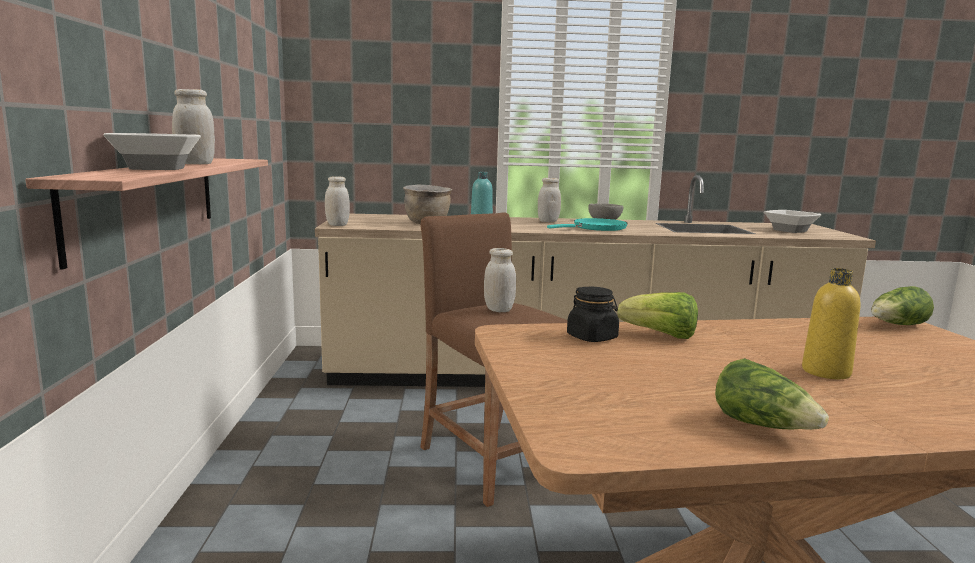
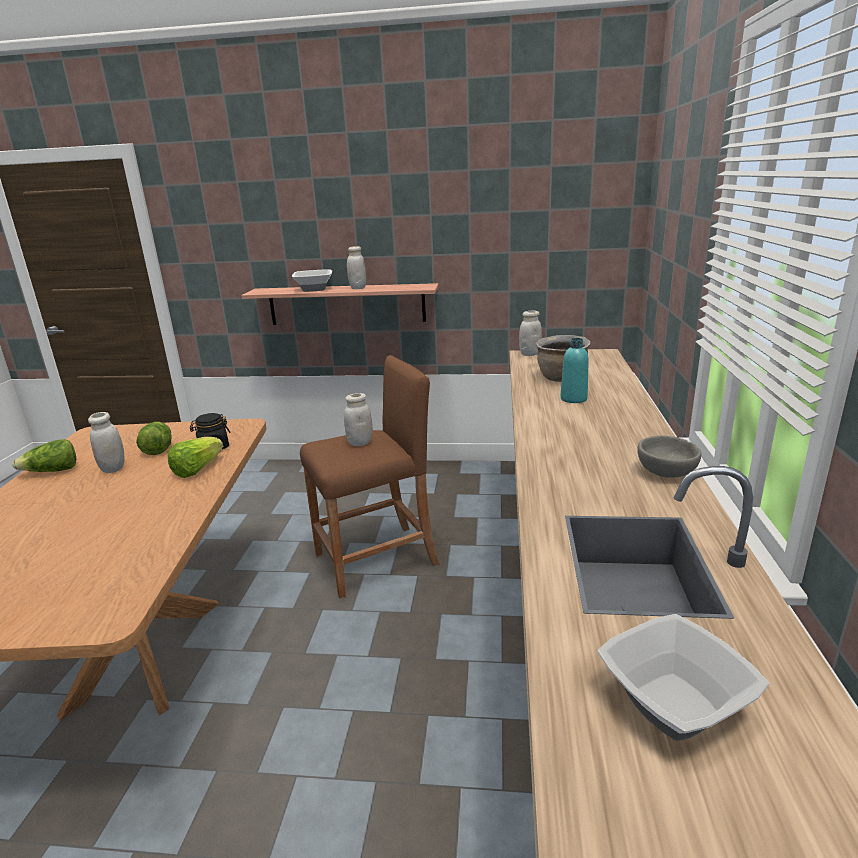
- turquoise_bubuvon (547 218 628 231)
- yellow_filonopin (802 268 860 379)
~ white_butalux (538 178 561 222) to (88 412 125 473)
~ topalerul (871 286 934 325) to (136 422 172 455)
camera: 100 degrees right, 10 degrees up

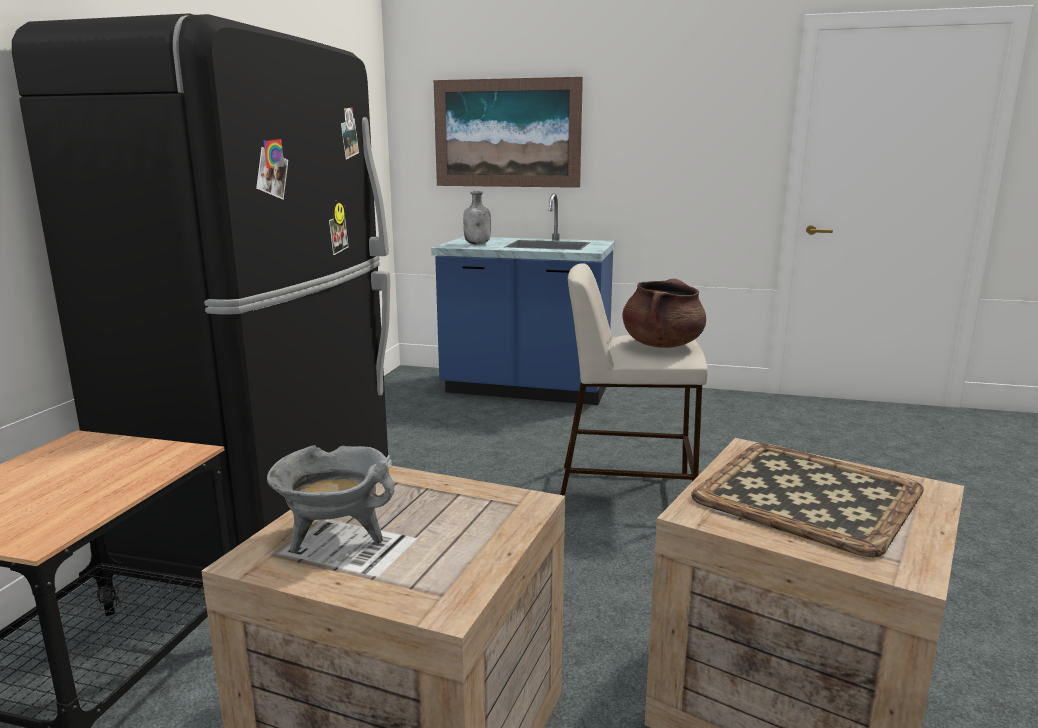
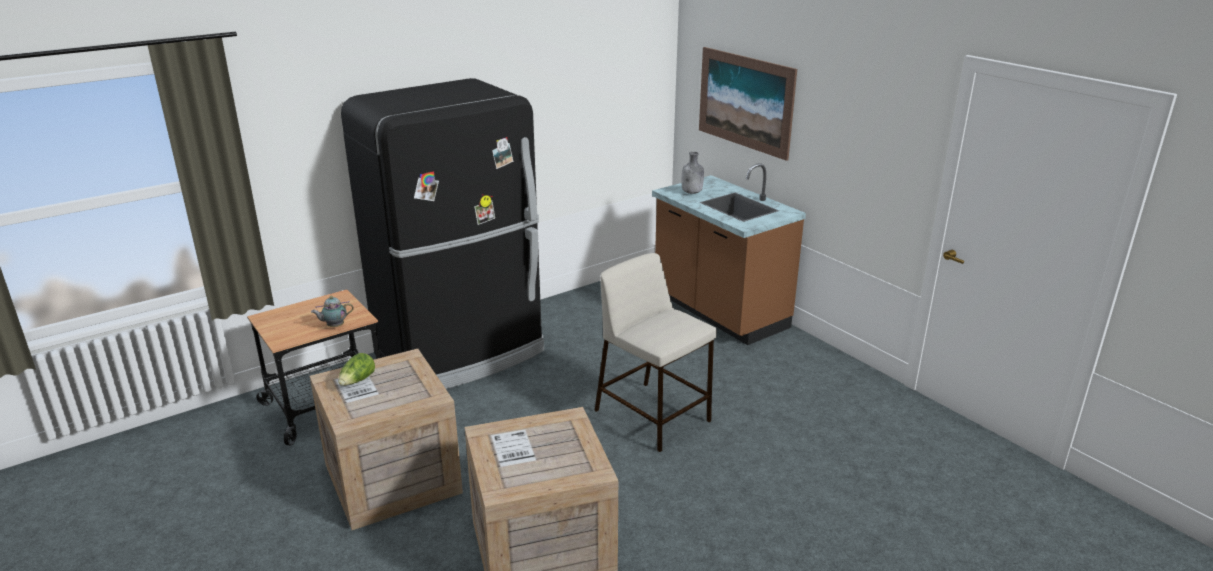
- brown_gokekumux (622 279 706 348)
- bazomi (691 443 924 557)
+ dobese (311 296 354 327)
~ grey_gokekumux (267 445 395 553) to topalerul (338 353 375 386)
~ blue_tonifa (431 193 615 405) to brown_tonifa (652 163 806 345)
camera: 40 degrees right, 10 degrees up

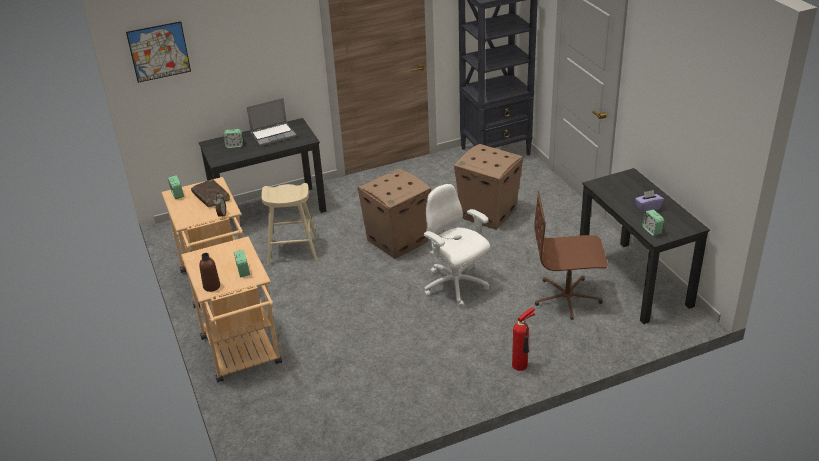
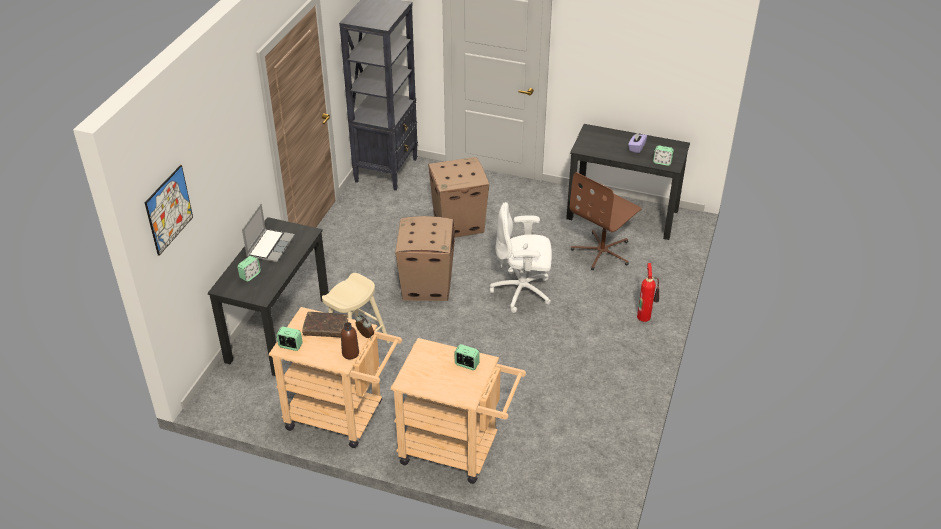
~ brown_filonopin (199 253 220 292) to (341 322 359 359)
camera: 50 degrees left, 5 degrees up

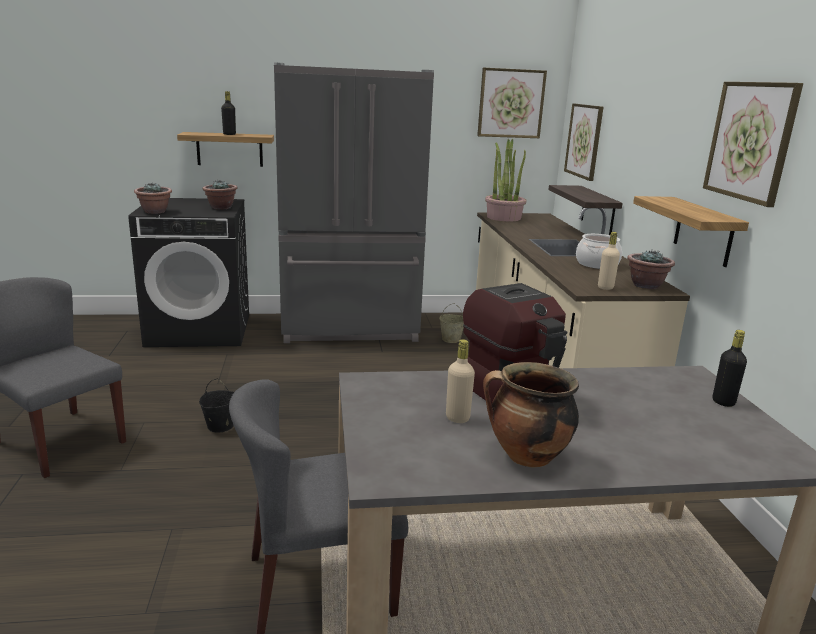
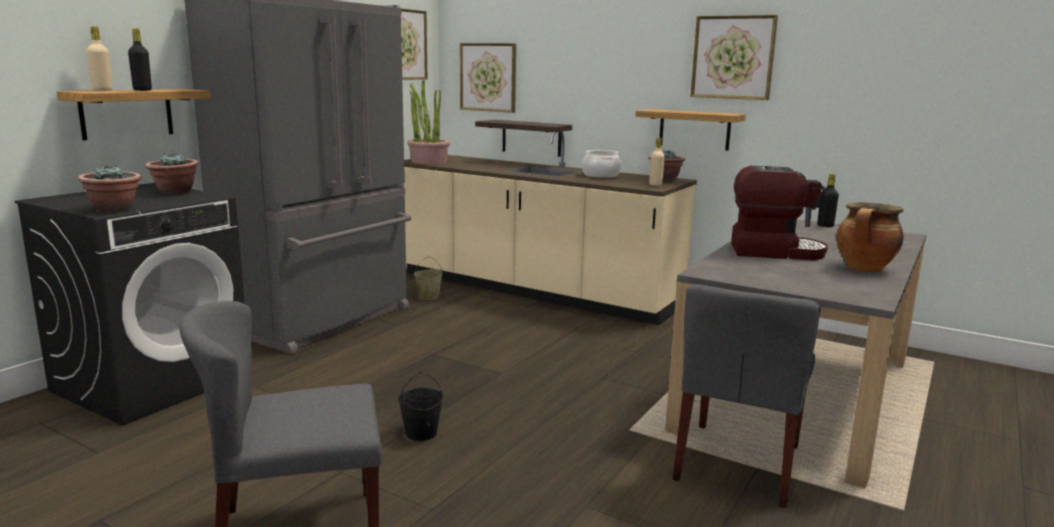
~ beige_filonopin (446 339 475 423) to (86 27 113 91)
camera: 50 degrees left, 5 degrees down

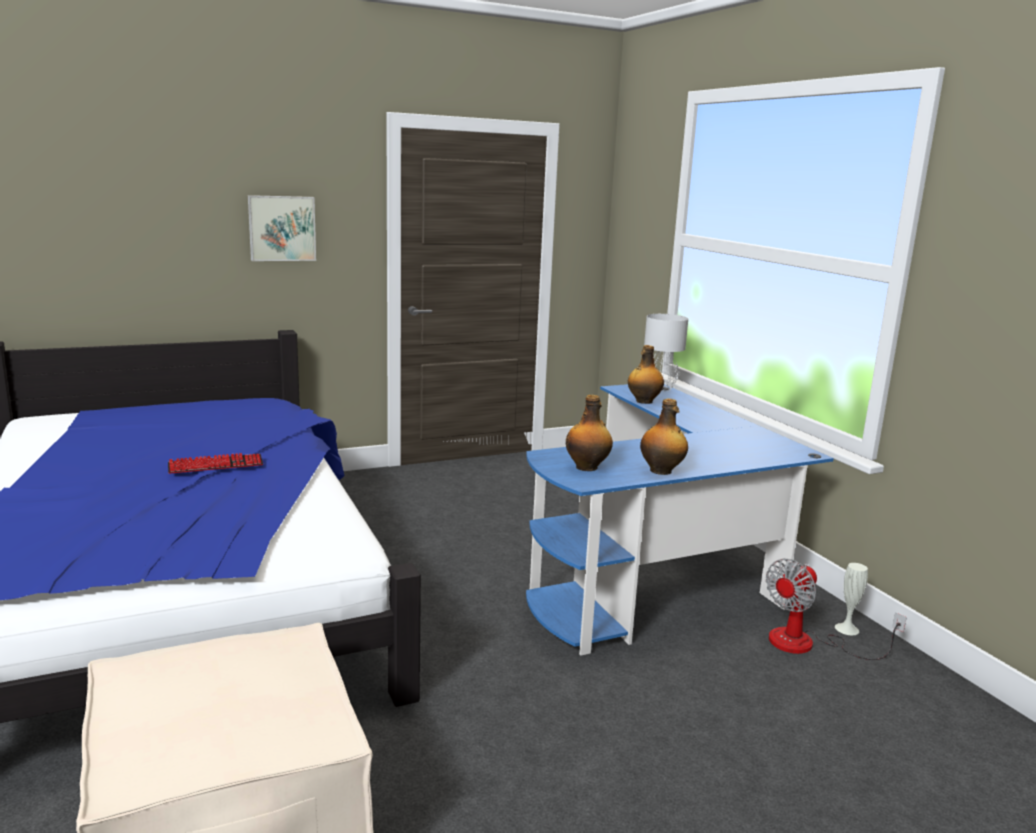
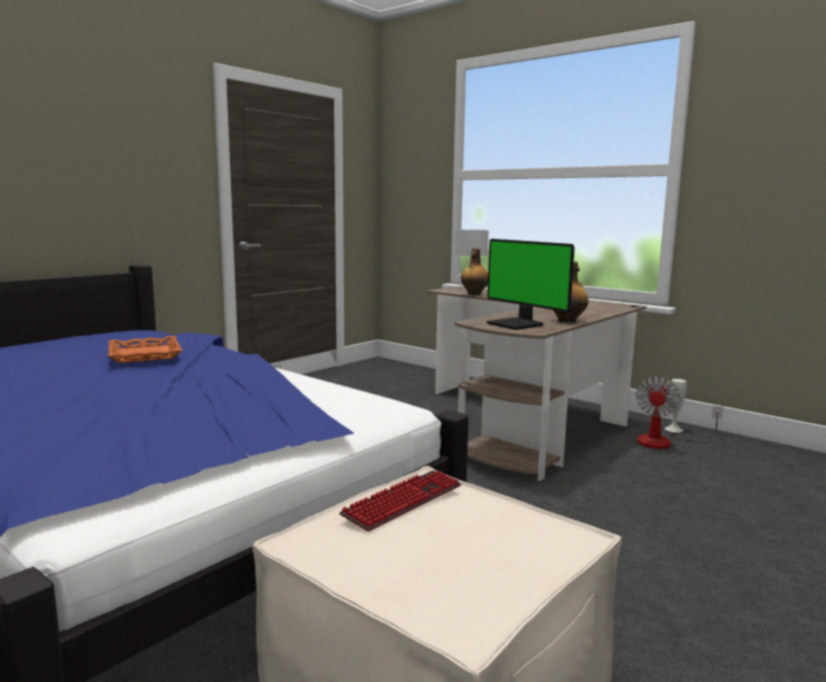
- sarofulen (248 195 316 261)
+ orange_bazomi (108 336 182 363)
~ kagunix (168 453 263 474) to (339 471 461 532)
~ filonopin (566 395 613 471) to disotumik (486 239 575 330)
~ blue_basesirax (526 384 834 656) to brown_basesirax (427 286 647 481)
camera: 25 degrees left, 5 degrees down

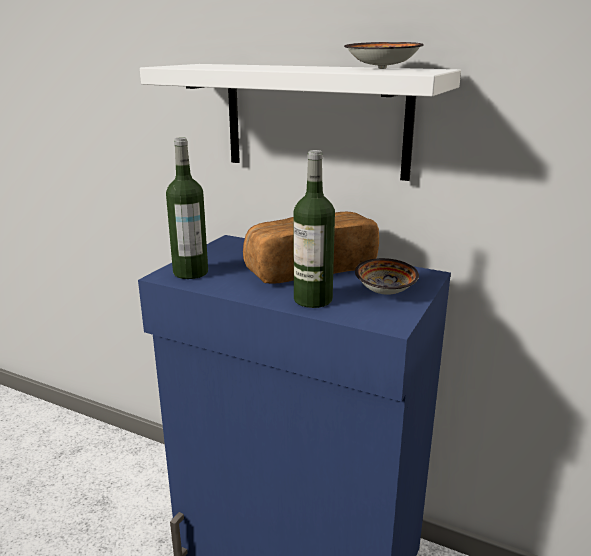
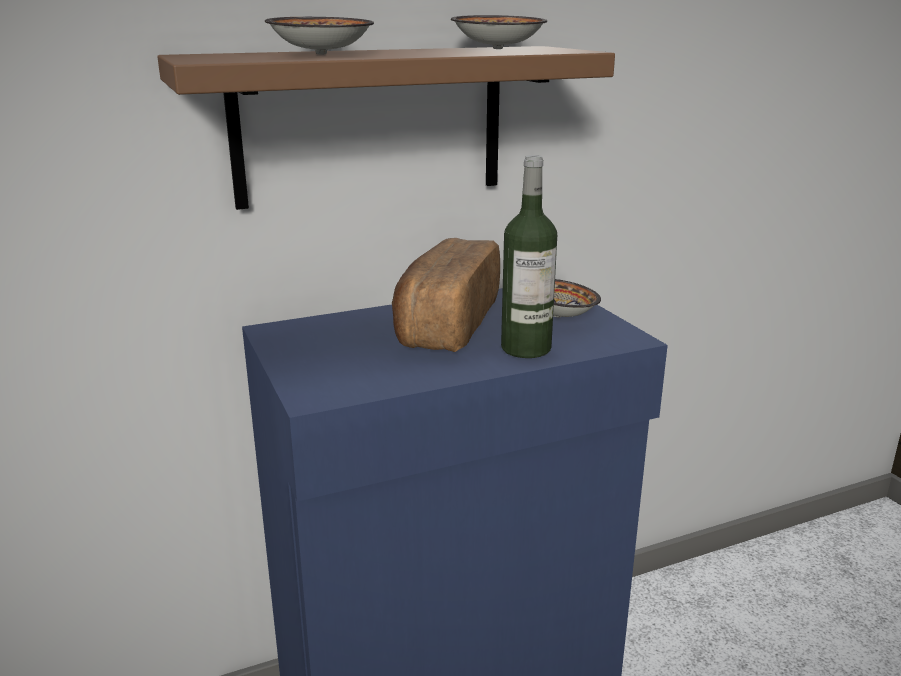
- filonopin (166 137 208 279)
+ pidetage (265 17 374 55)
~ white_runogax (140 64 461 181) to brown_runogax (157 46 615 210)
camera: 50 degrees left, 0 degrees up

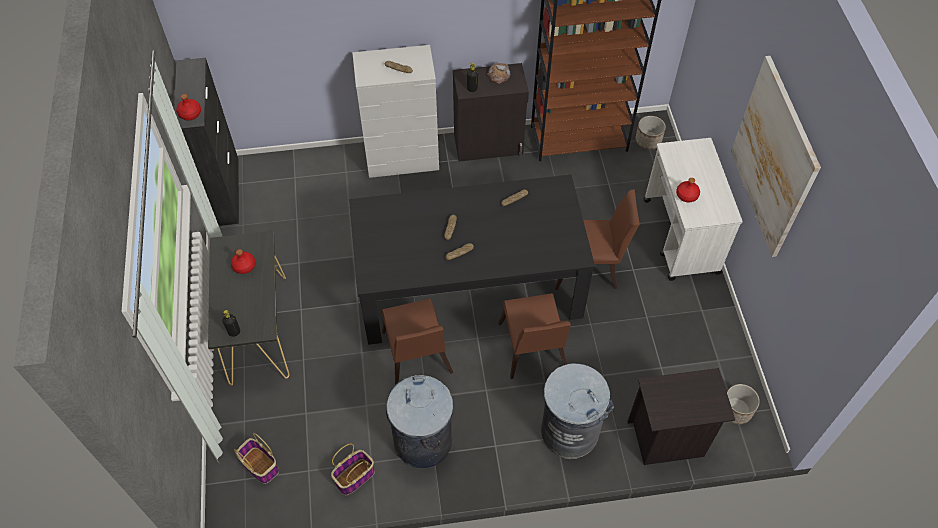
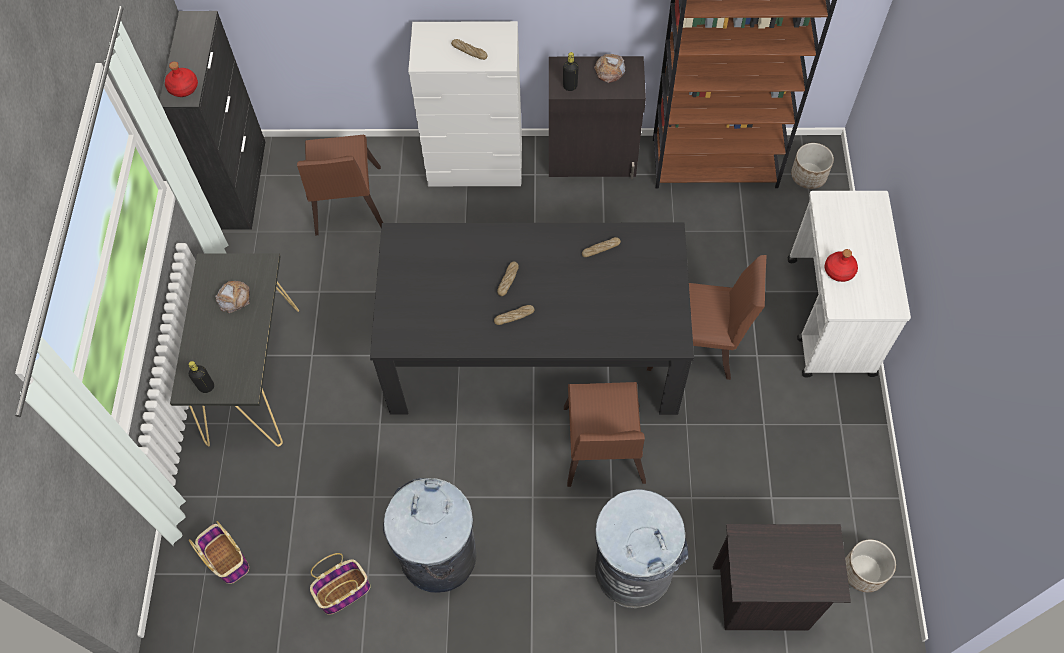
- sarofulen (731 56 821 257)
~ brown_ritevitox (381 298 453 384) to (297 135 383 236)
~ red_filonopin (231 249 256 274) to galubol (215 281 250 313)
camera: 10 degrees right, 5 degrees up

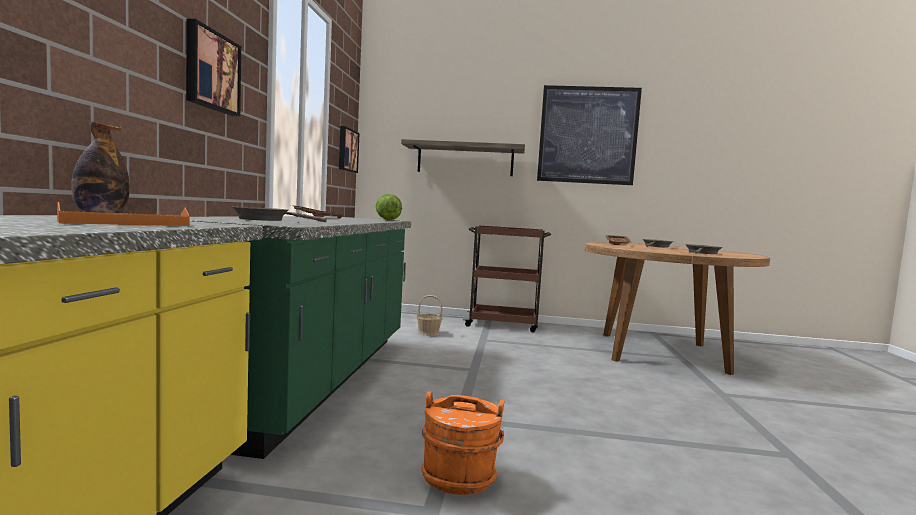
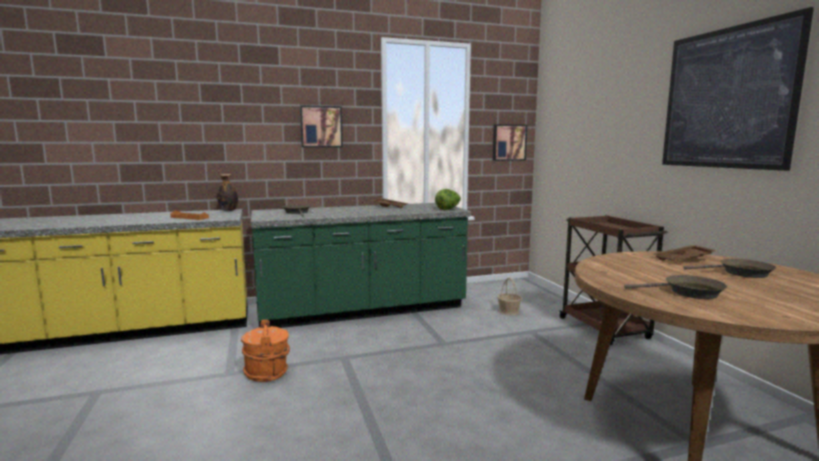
- runogax (401 139 525 176)
camera: 65 degrees right, 5 degrees up

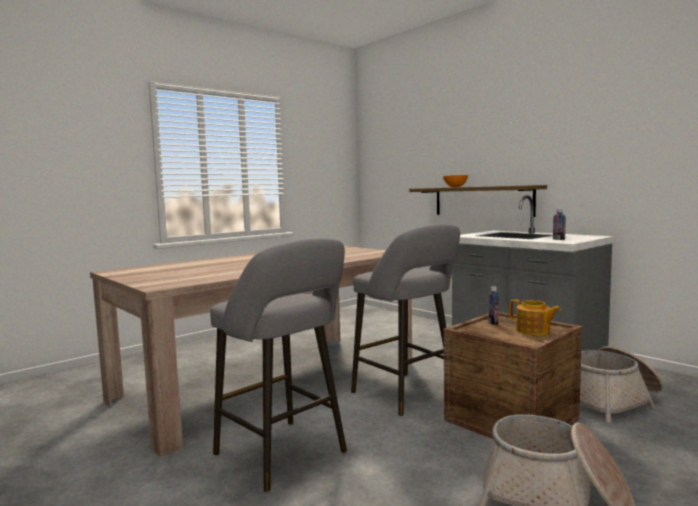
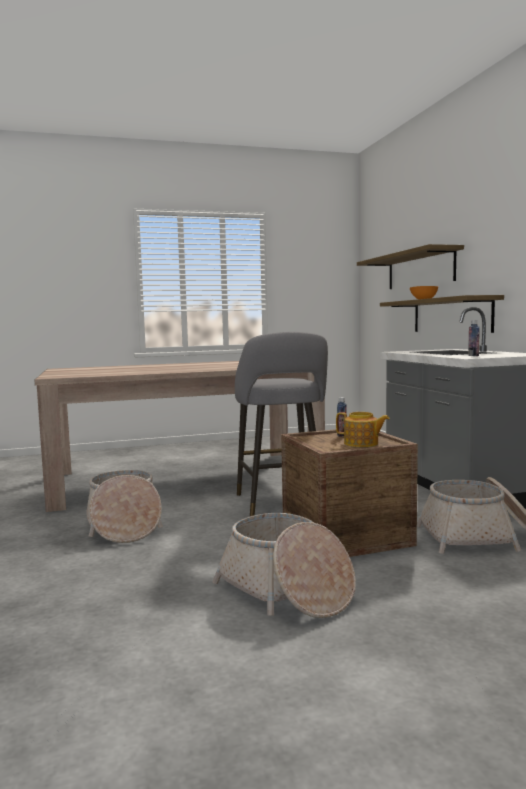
+ runogax (357 244 464 289)
~ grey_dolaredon (210 238 347 492) to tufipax (86 470 163 543)
~ dobese (509 299 561 336) = (336 412 390 447) 45 degrees counterclockwise
camera: 25 degrees right, 0 degrees up

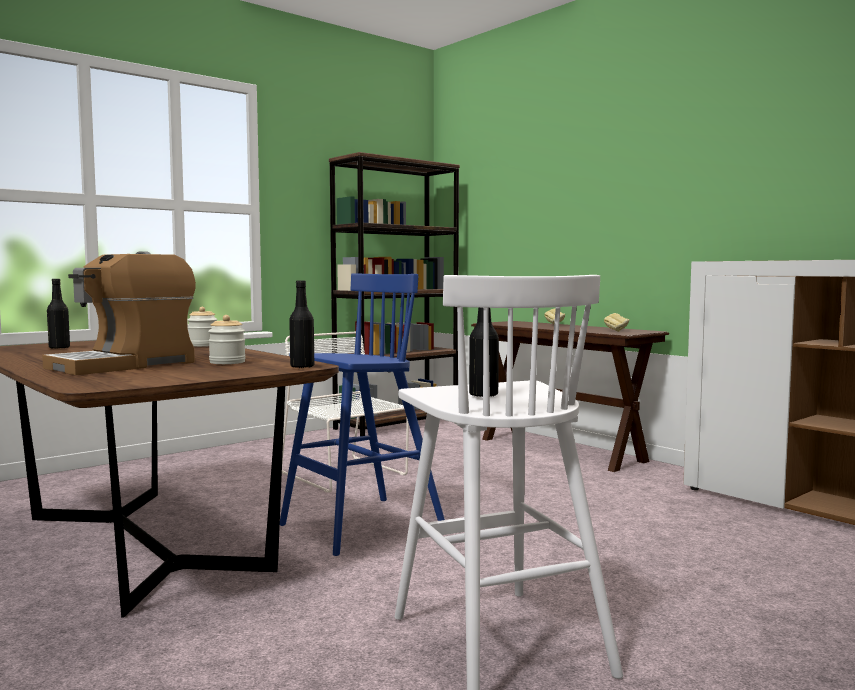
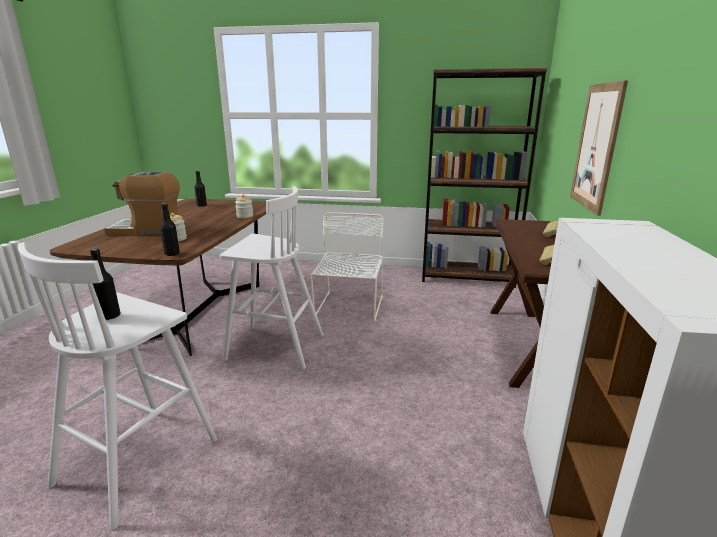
+ sarofulen (570 81 628 216)
~ blue_dolaredon (280 273 445 556) to white_dolaredon (220 186 324 369)
camera: 50 degrees right, 15 degrees up

